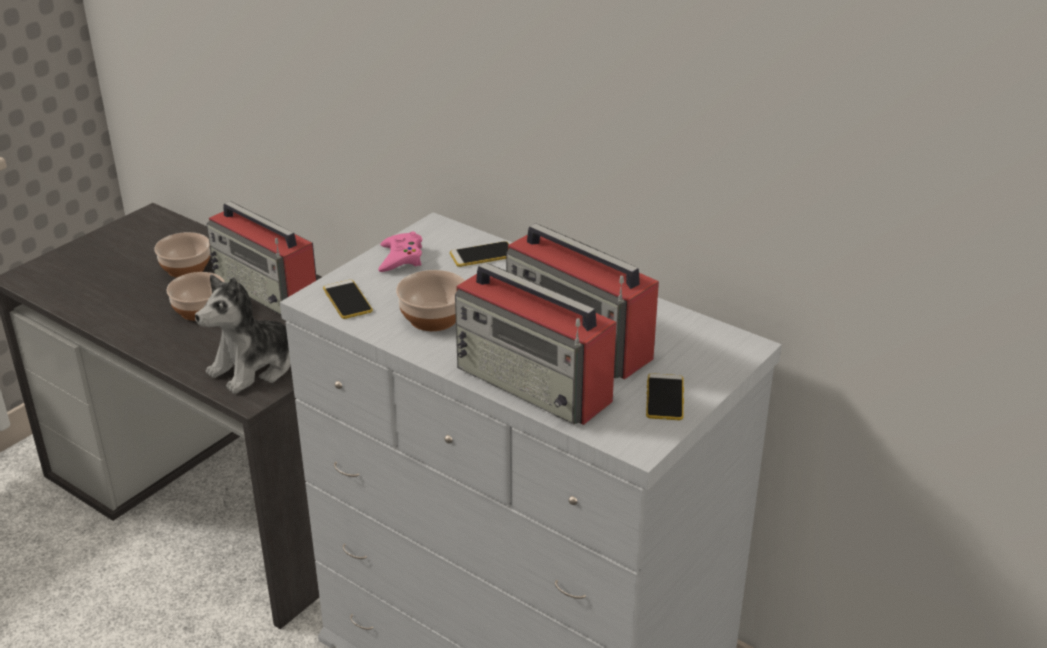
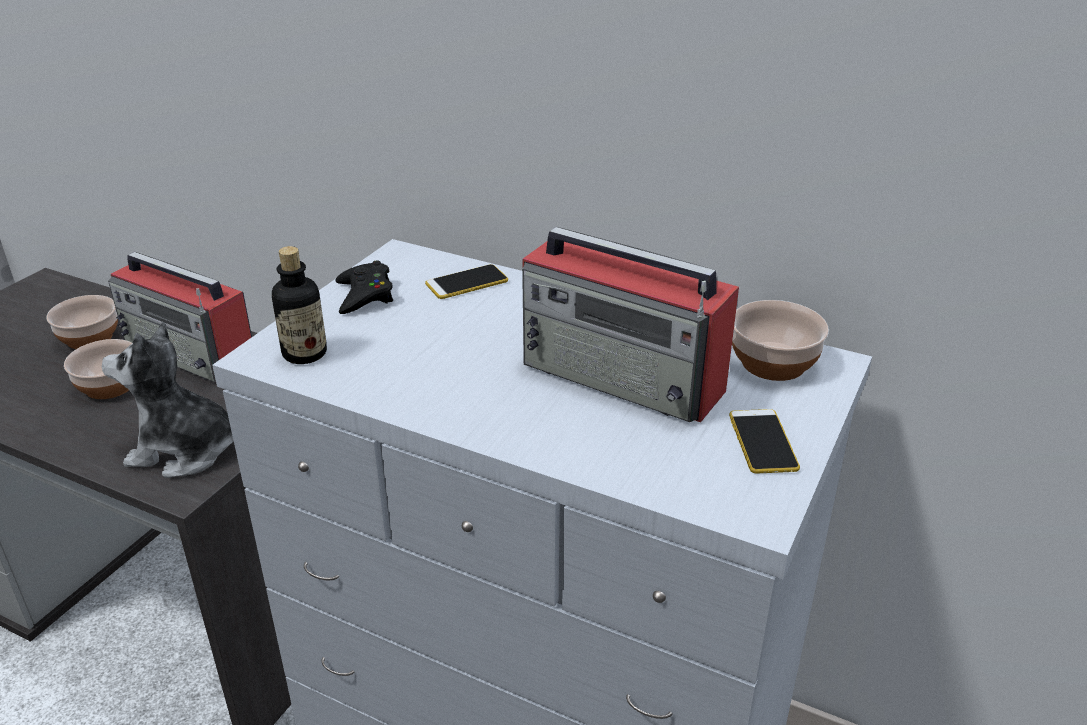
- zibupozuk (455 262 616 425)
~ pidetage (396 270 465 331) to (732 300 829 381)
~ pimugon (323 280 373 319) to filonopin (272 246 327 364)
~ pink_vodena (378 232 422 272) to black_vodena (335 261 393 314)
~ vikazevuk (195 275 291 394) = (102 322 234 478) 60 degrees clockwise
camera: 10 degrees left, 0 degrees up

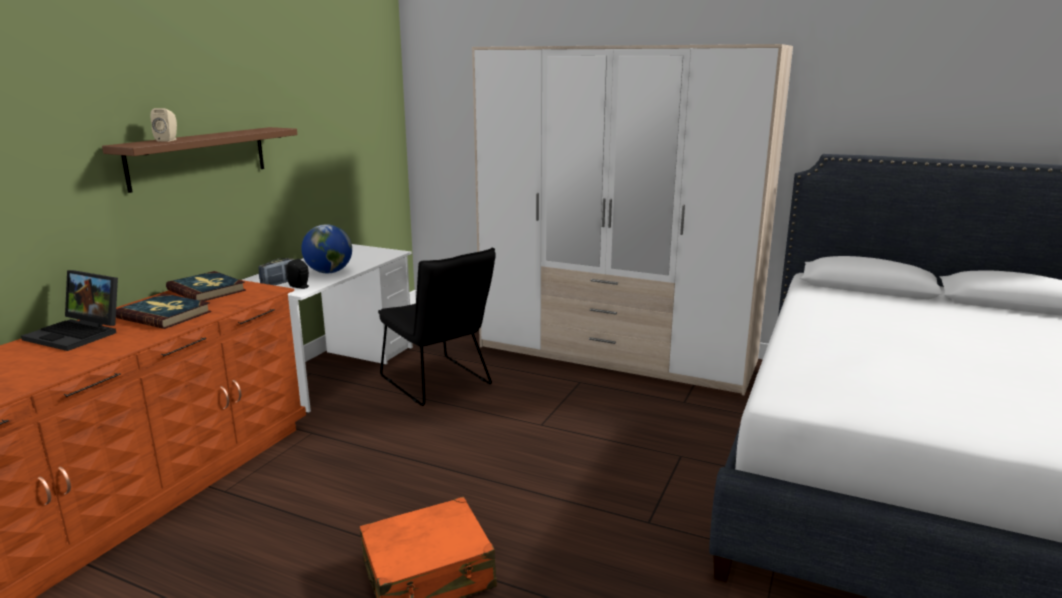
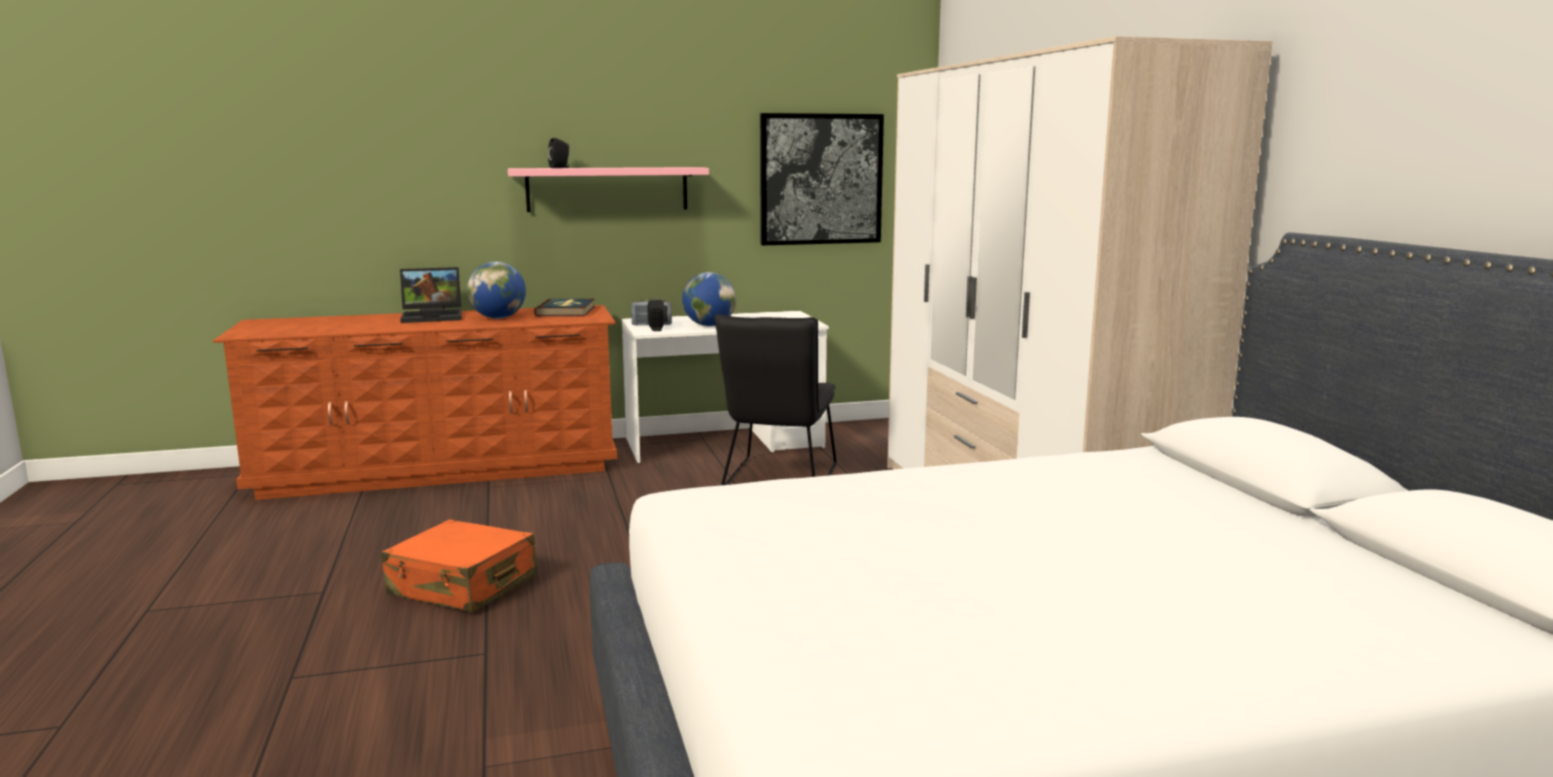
+ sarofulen (760 113 884 246)
~ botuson (116 294 211 329) to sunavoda (467 262 526 319)
~ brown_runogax (102 127 297 193) to pink_runogax (508 167 709 212)
~ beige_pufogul (151 108 177 142) to black_pufogul (548 138 570 168)
~ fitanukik (21 270 118 351) = (400 267 462 323) 90 degrees counterclockwise
camera: 50 degrees right, 5 degrees down

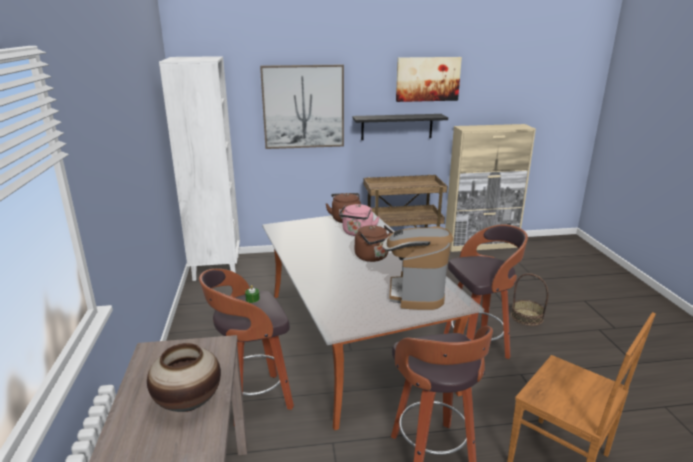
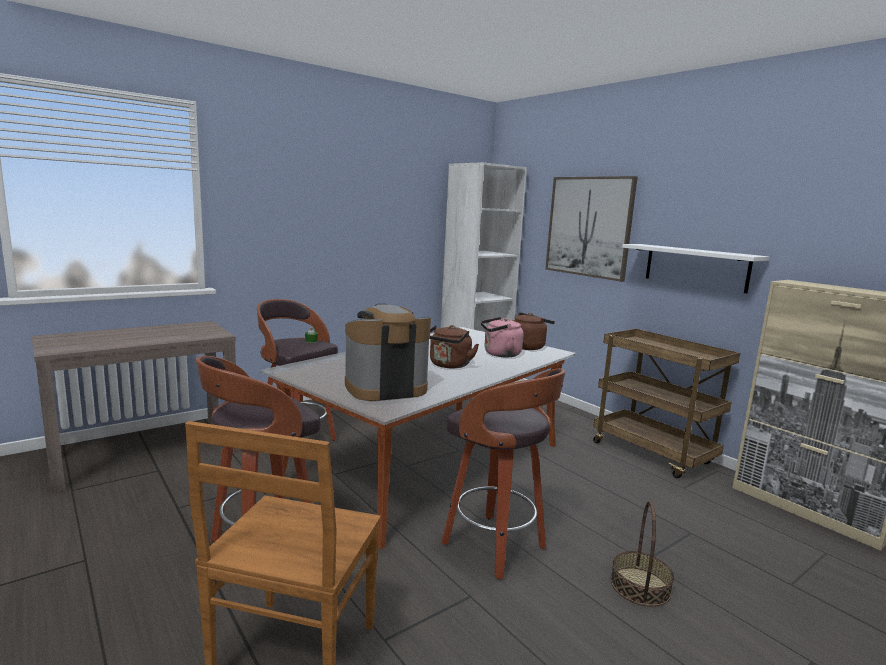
- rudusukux (147 343 221 412)
- sarofulen (396 57 462 102)
~ black_runogax (352 114 448 140) to white_runogax (622 244 769 293)
camera: 60 degrees right, 10 degrees down

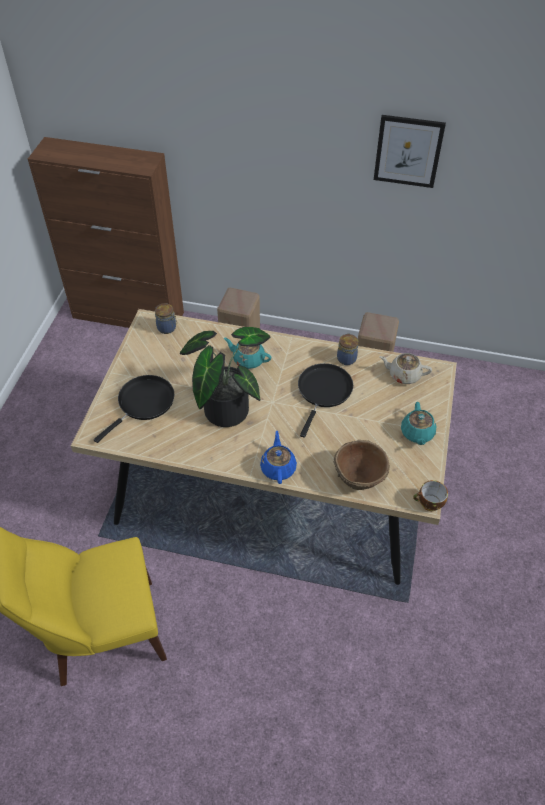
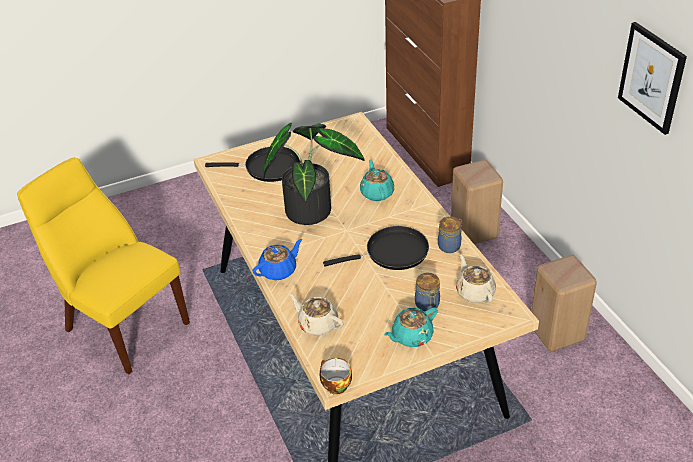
~ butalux (155 303 177 334) to (415 273 440 311)
~ brown_pidetage (334 440 390 490) to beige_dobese (289 294 344 336)
camera: 55 degrees right, 10 degrees down

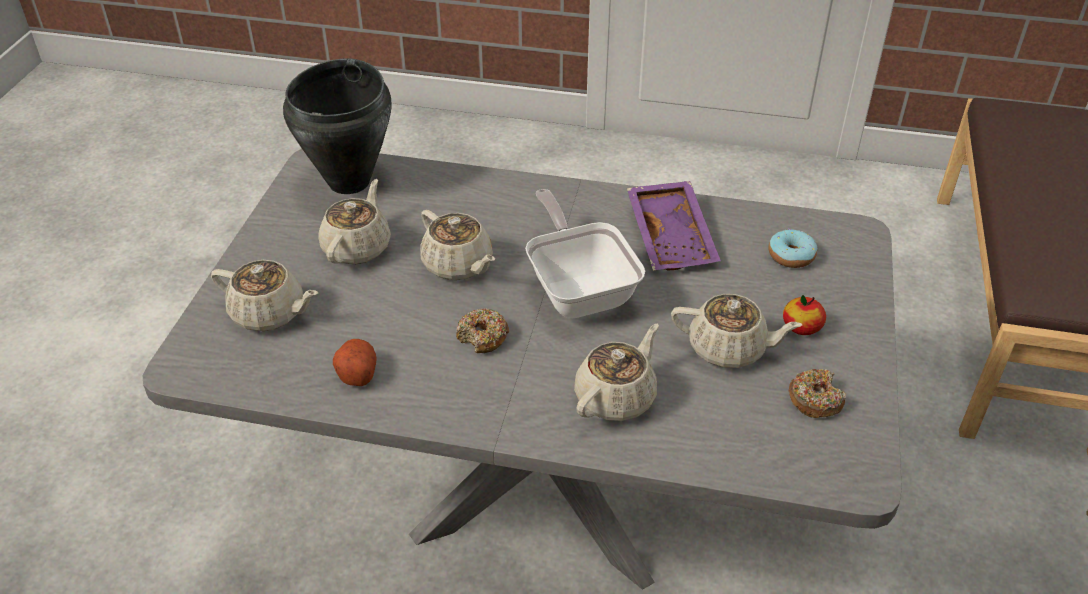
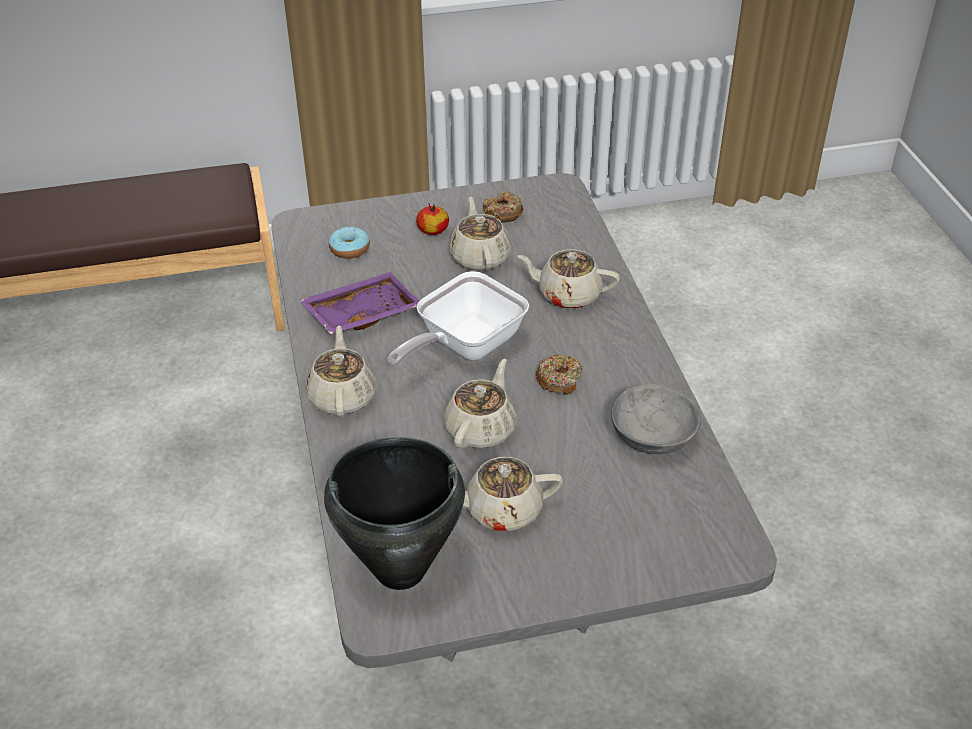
~ beige_dobese (211 260 319 331) to (306 326 377 417)
~ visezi (333 339 377 386) to grey_pidetage (612 384 701 454)
camera: 115 degrees left, 0 degrees up

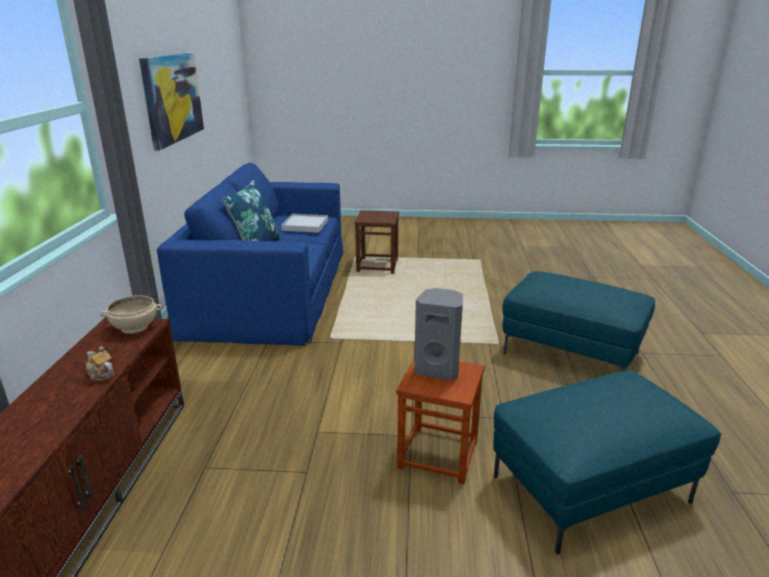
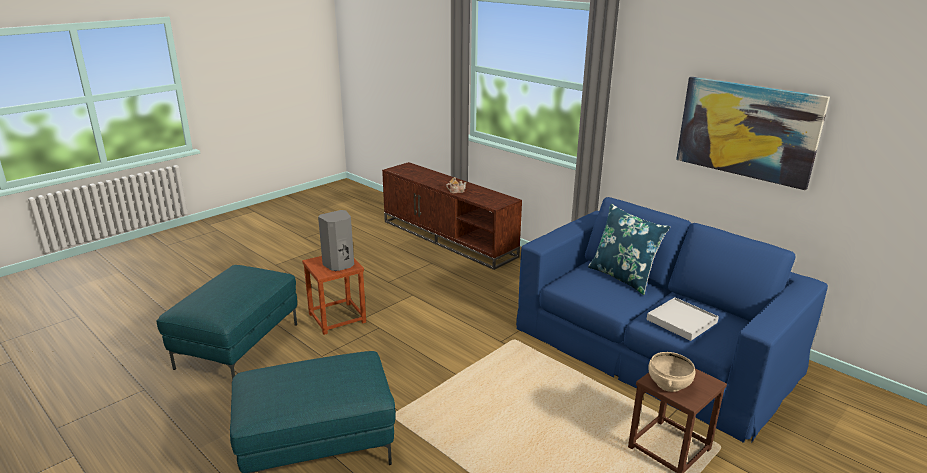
~ beige_pidetage (100 295 162 334) to (648 352 695 392)
camera: 130 degrees right, 0 degrees up

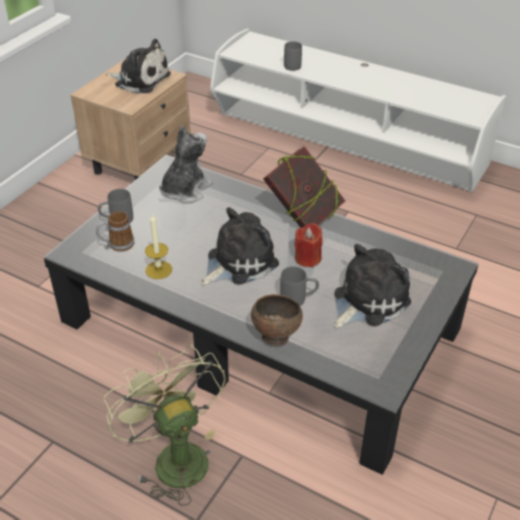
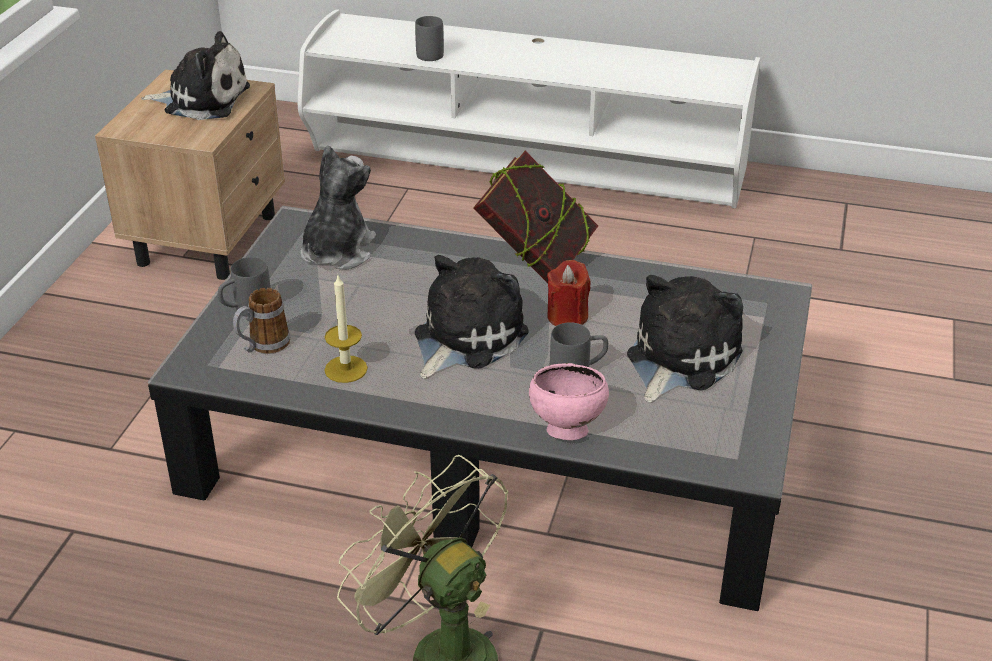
~ brown_pidetage (251 294 303 346) to pink_pidetage (529 363 609 440)
camera: 15 degrees left, 5 degrees down

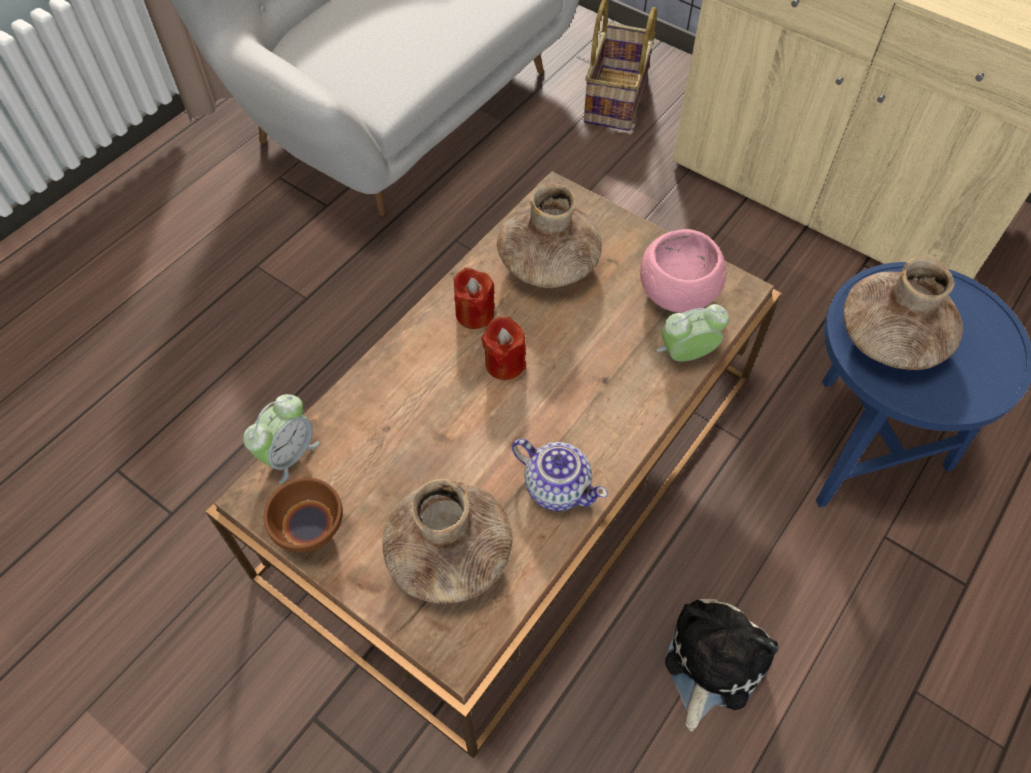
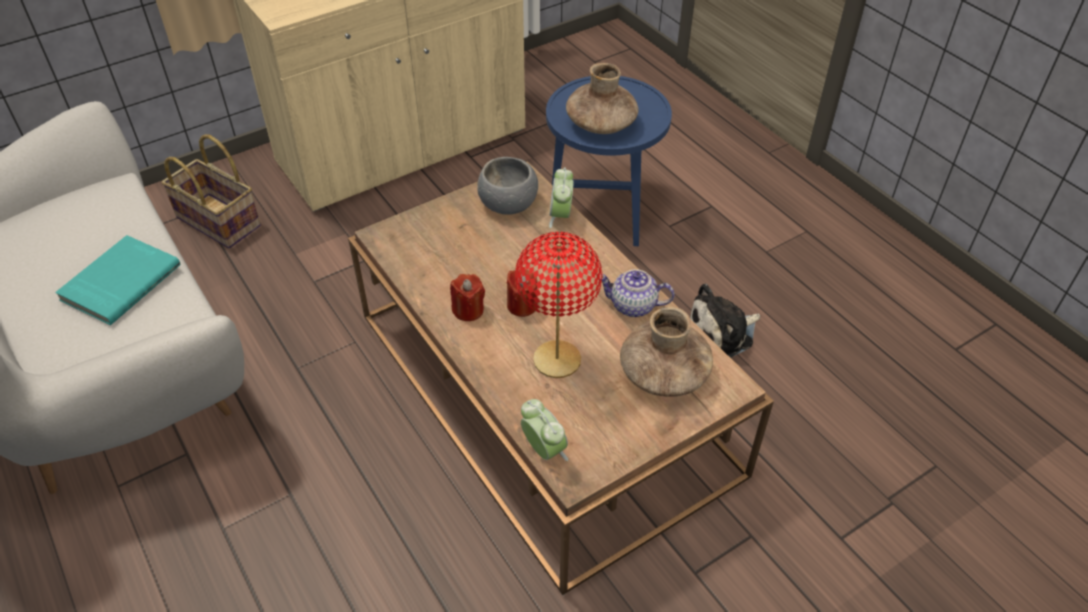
- brown_pidetage (263 478 343 552)
- brown_rudusukux (497 183 602 288)
+ turquoise_botuson (55 235 180 325)
+ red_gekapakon (515 232 602 378)
~ pink_pidetage (640 229 726 313) to grey_pidetage (477 157 538 215)
~ dobese (512 439 608 511) = (600 269 675 317) 135 degrees counterclockwise
~ vikazevuk (665 599 778 731) = (690 284 760 358) 75 degrees counterclockwise
camera: 70 degrees left, 10 degrees down

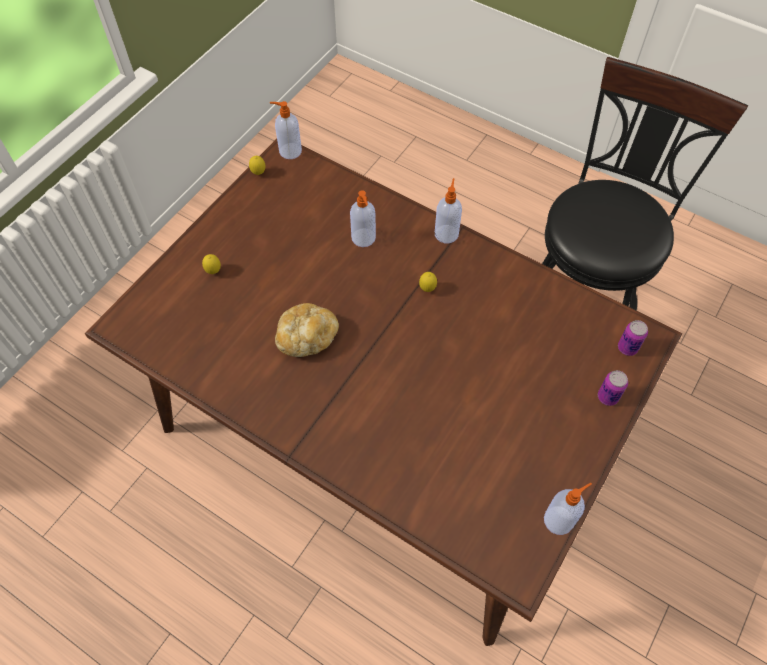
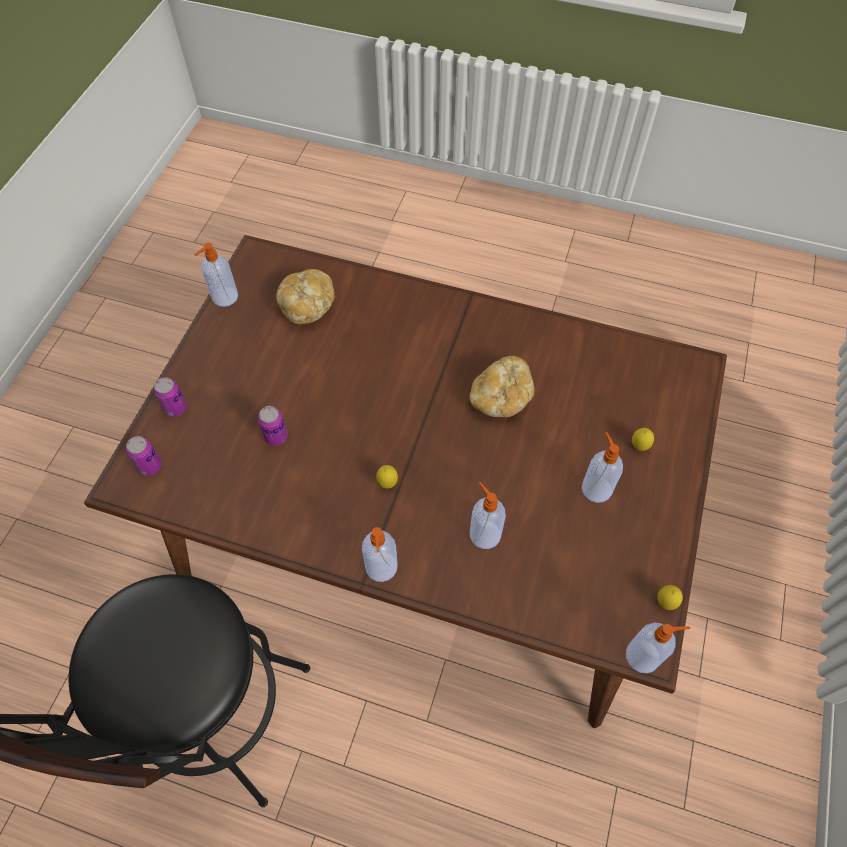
+ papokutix (258 406 287 446)
+ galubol (276 269 335 324)
+ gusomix (582 432 623 503)
camera: 165 degrees right, 0 degrees up

